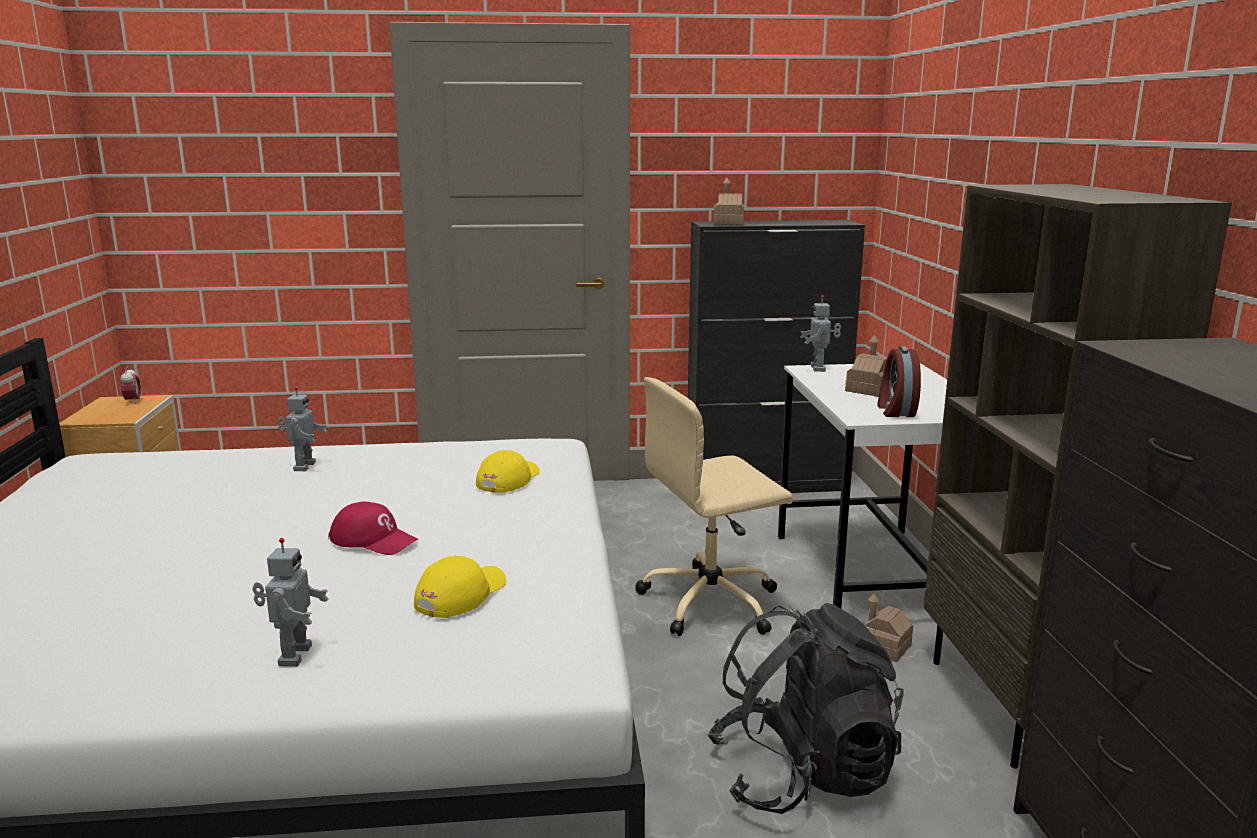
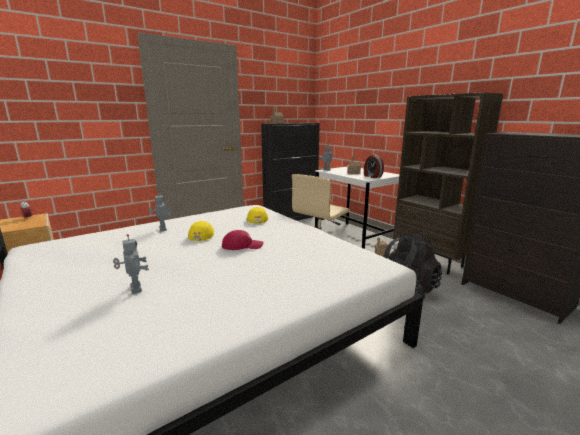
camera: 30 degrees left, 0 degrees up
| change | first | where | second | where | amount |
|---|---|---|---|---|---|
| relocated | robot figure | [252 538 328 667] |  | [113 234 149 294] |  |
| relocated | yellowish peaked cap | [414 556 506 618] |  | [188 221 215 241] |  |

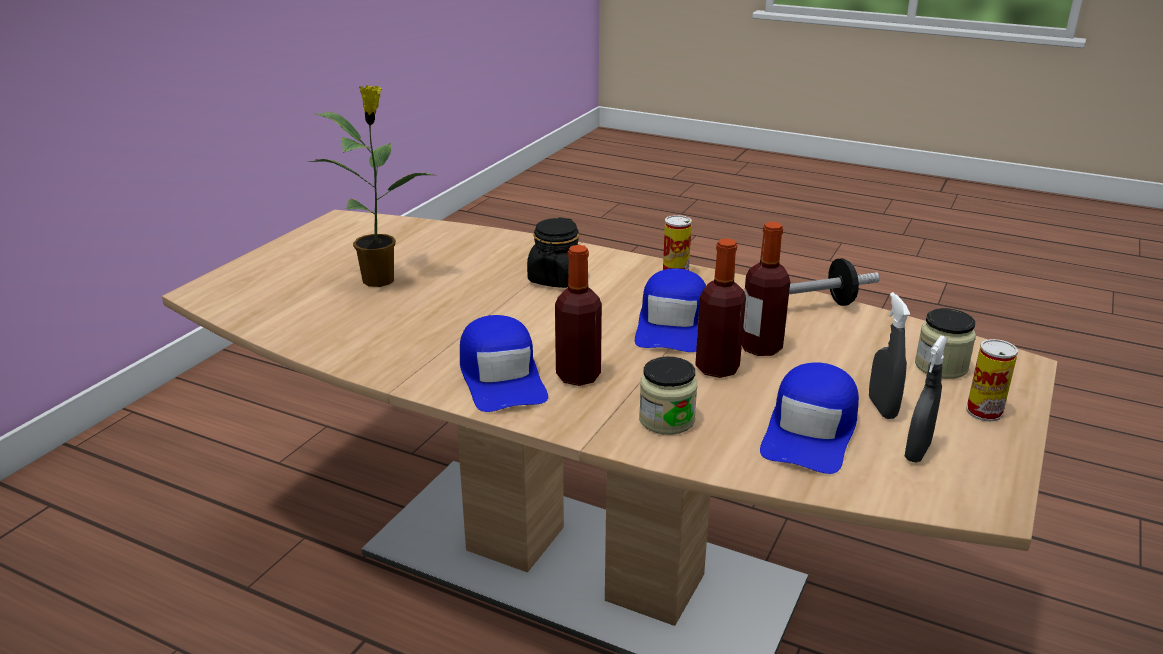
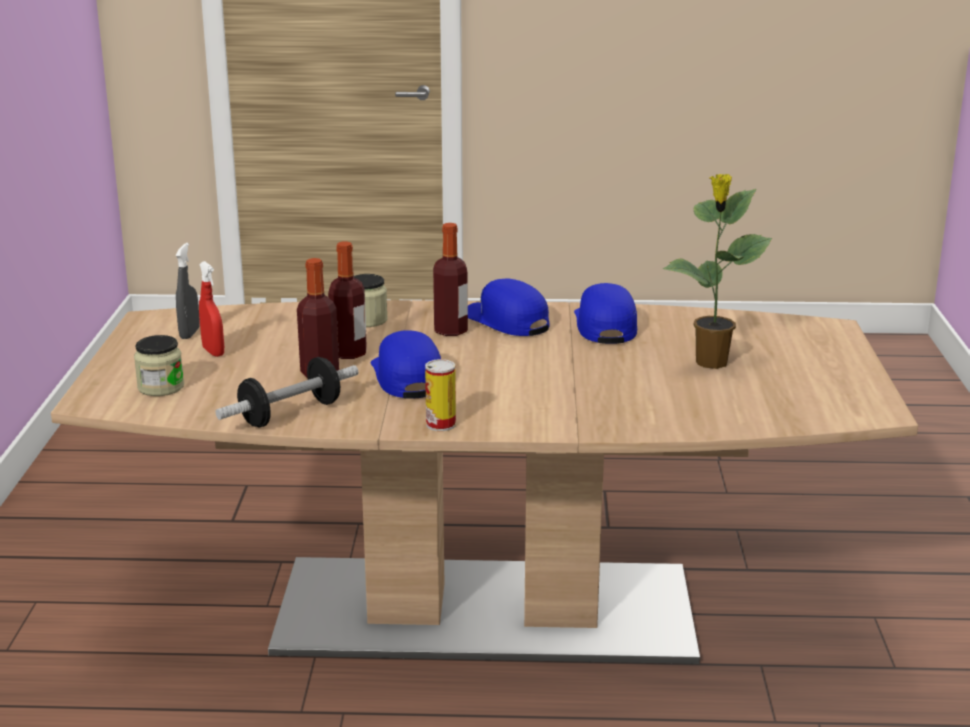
camera: 155 degrees right, 5 degrees down
| change | first | where | second | where | amount |
|---|---|---|---|---|---|
| missing | blackish storage jar | [527 217 579 288] |  |  |  |
| relocated | blue-coloured peaked cap | [760 362 859 474] |  | [574 283 637 344] |  |
| colour | gray hand sprayer | [869 292 910 419] | reddish hand sprayer | [199 261 224 357] |  |
| missing | metal can | [966 339 1018 422] |  |  |  |

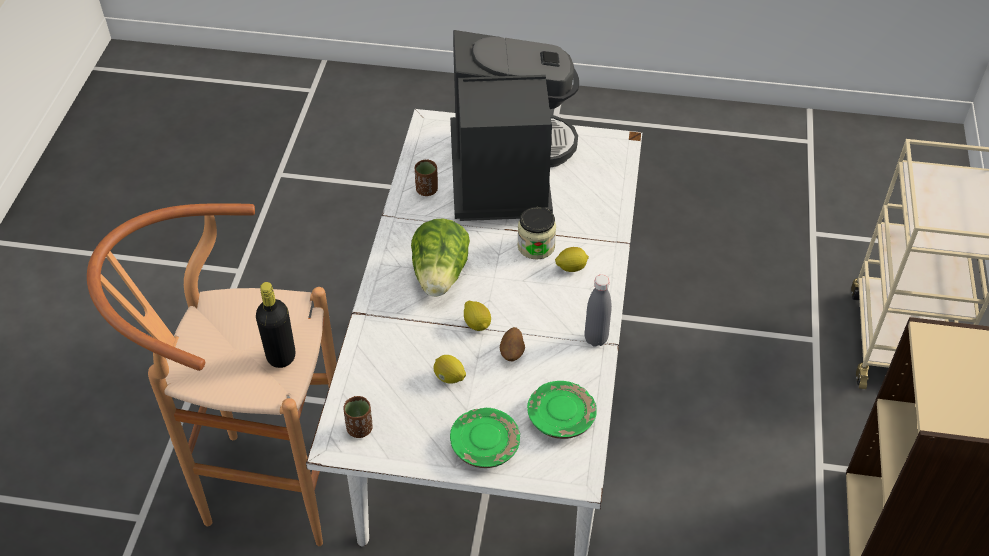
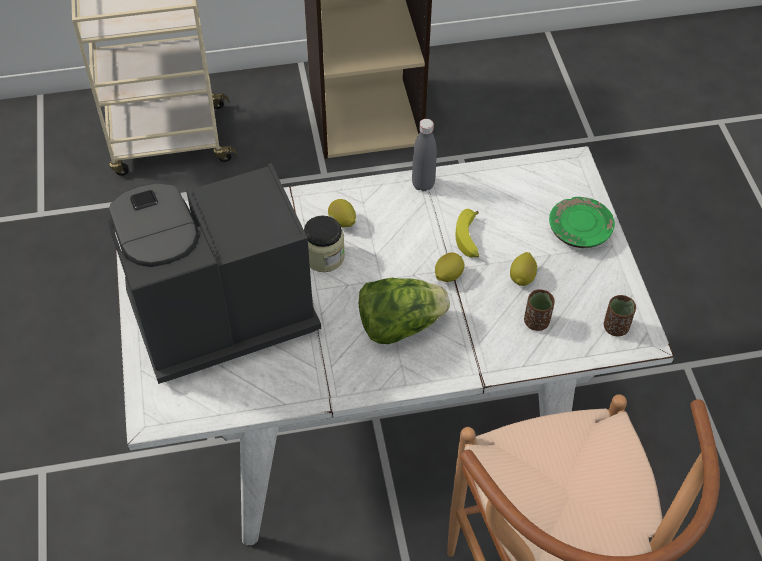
camera: 110 degrees left, 5 degrees up
| change | first | where | second | where | amount |
|---|---|---|---|---|---|
| missing | blackish bottle | [256 282 296 368] |  |  |  |
| relocated | brown small cup | [415 159 438 196] |  | [524 289 555 331] |  |
| exchanged | potato | [500 327 525 361] | banana | [455 209 479 257] |  |
| missing | green-coloured plate | [527 381 597 439] |  |  |  |

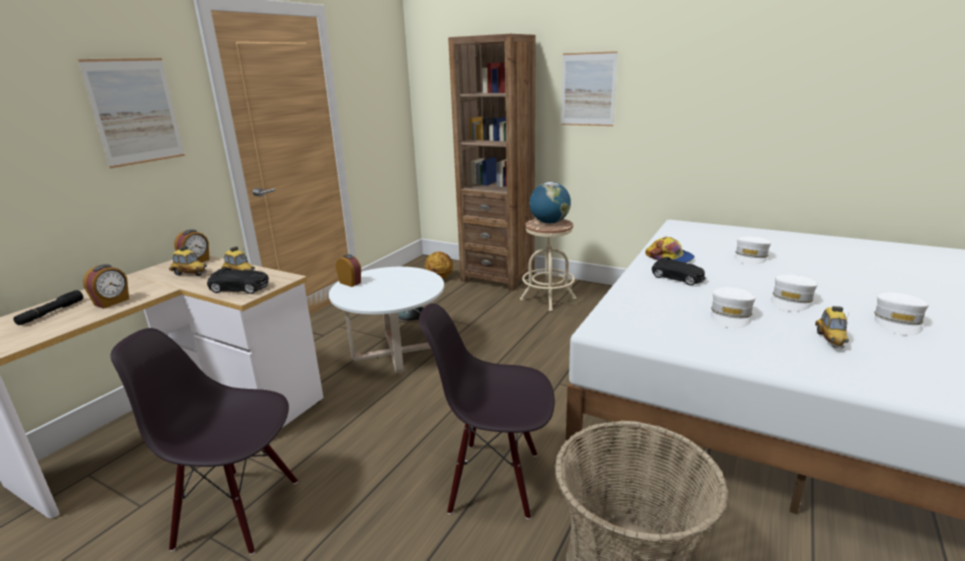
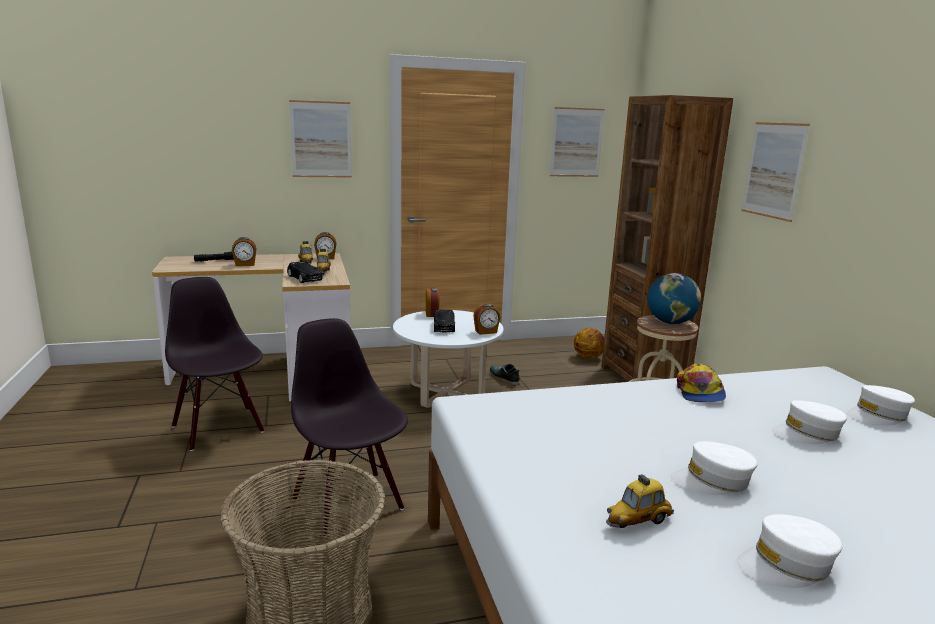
camera: 45 degrees right, 5 degrees down
| change | first | where | second | where | amount |
|---|---|---|---|---|---|
| relocated | blackish model car | [652 257 706 285] |  | [434 309 455 332] |  |
| relocated | whitish peaked cap | [710 287 755 329] |  | [847 385 915 426] |  |
| appeared |  |  | bedside clock | [473 303 500 335] |  |
| appeared |  |  | picture | [550 107 605 177] |  |

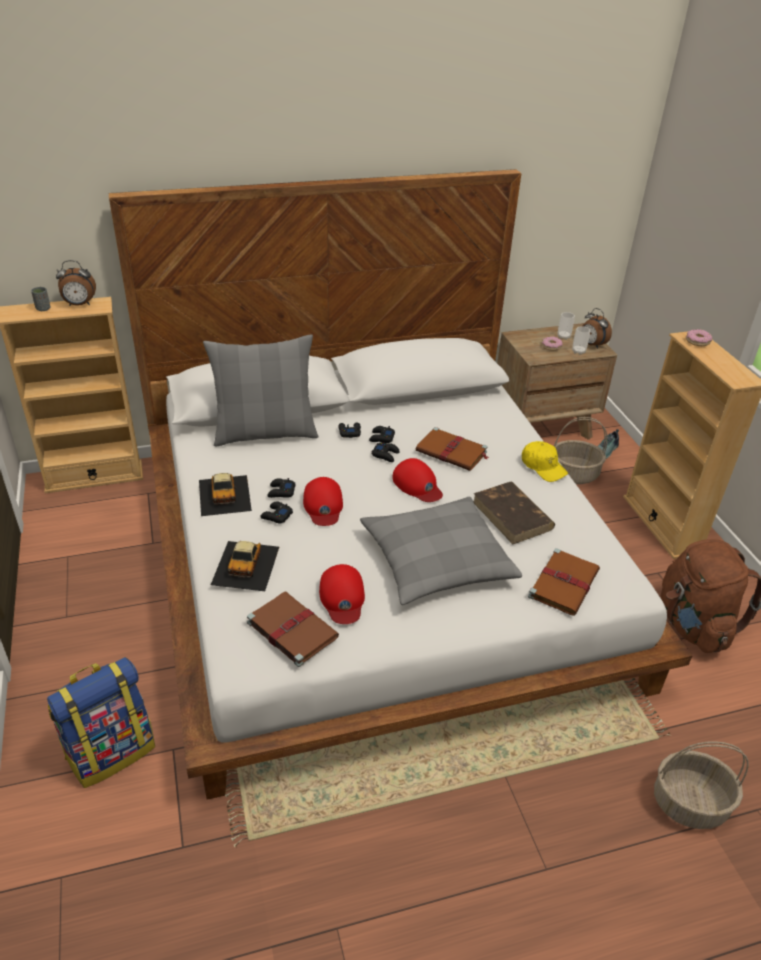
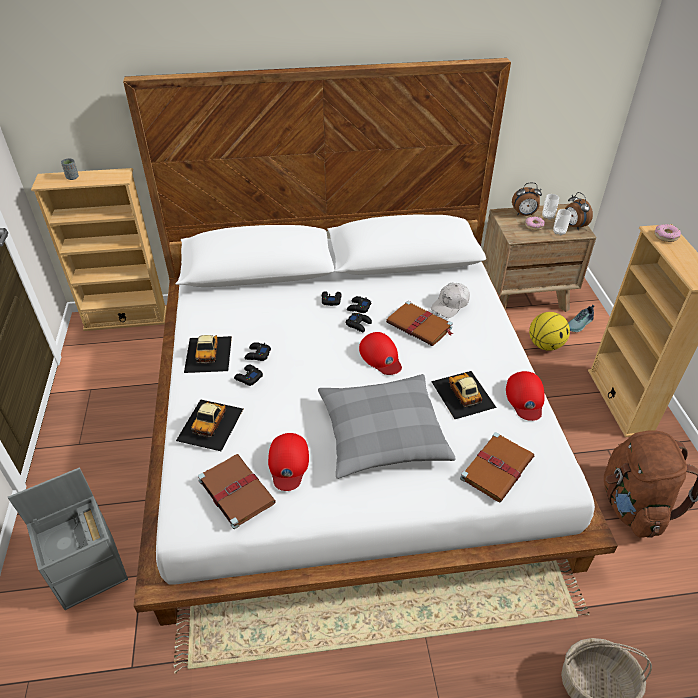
camera: 10 degrees right, 5 degrees up
| change | first | where | second | where | amount |
|---|---|---|---|---|---|
| exchanged | rucksack | [47 657 155 788] | gray storage bin | [8 467 128 610] |  |
| relocated | bedside clock | [56 260 96 306] |  | [512 182 542 216] |  |
| missing | gray cushion | [203 334 318 446] |  |  |  |
| relocated | reddish peaked cap | [303 477 343 526] |  | [506 371 545 421] |  |
| exchanged | brown book | [473 482 555 544] | model car | [431 371 497 419] |  |
| missing | yellowish peaked cap | [522 441 568 482] |  |  |  |
| exchanged | basket | [554 417 607 484] | basketball ball | [529 312 570 351] |  |
| appeared |  |  | whitish peaked cap | [431 283 470 318] |  |

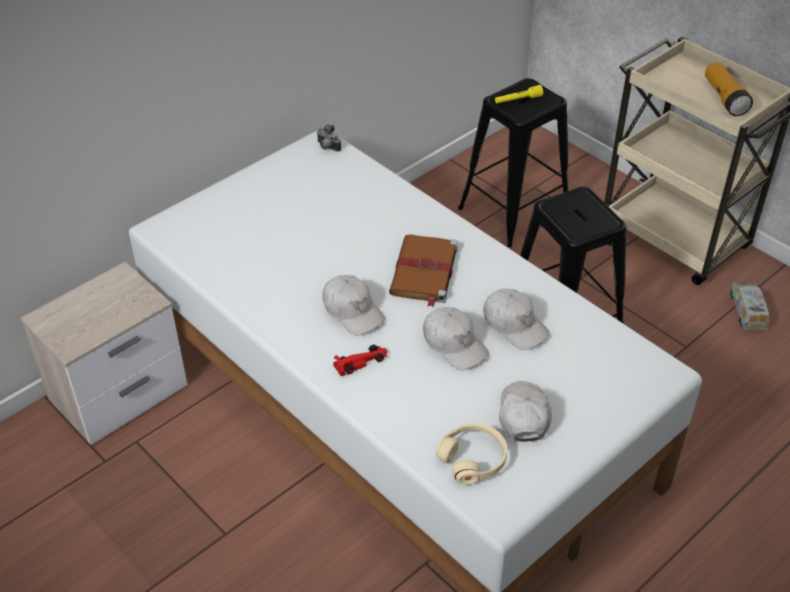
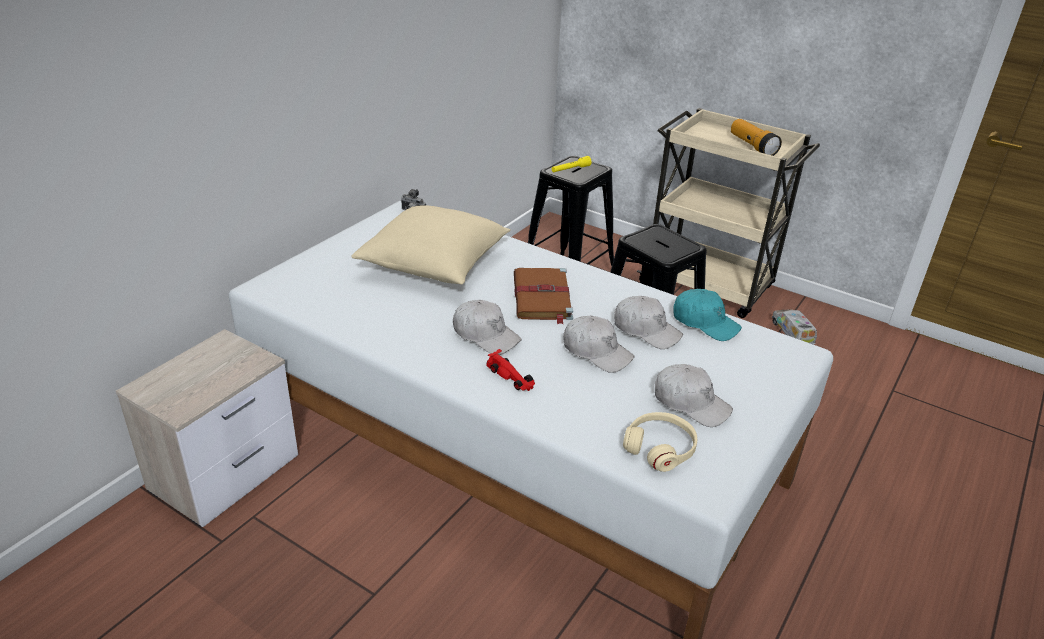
camera: 15 degrees left, 10 degrees down
| change | first | where | second | where | amount |
|---|---|---|---|---|---|
| spun | reddish model car | [333 345 387 376] |  | [486 349 535 391] | 90 degrees clockwise |
| spun | whitish peaked cap | [499 381 552 442] |  | [655 364 733 427] | 135 degrees clockwise |
| appeared |  |  | beige cushion | [351 206 511 285] |  |
| appeared |  |  | turquoise peaked cap | [674 289 742 341] |  |

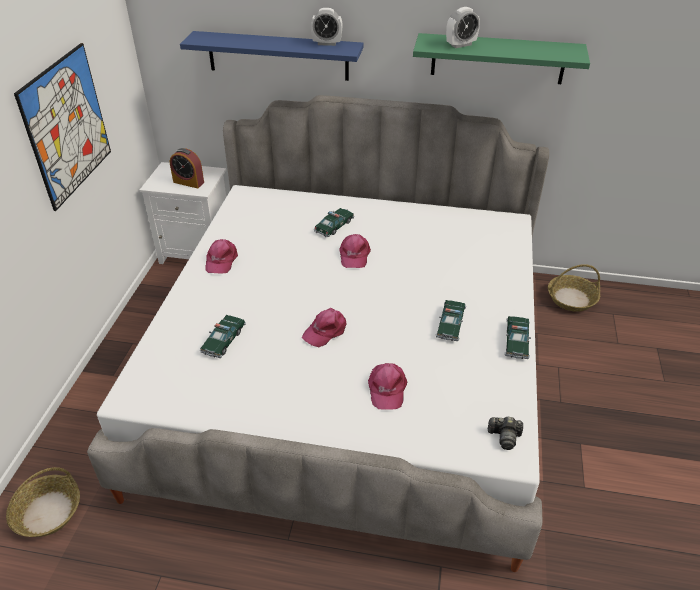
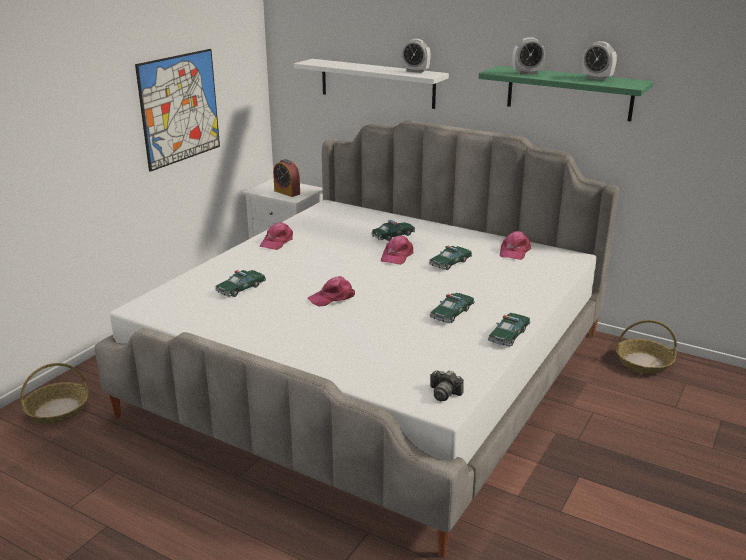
camera: 20 degrees right, 15 degrees down
| change | first | where | second | where | amount |
|---|---|---|---|---|---|
| colour | blue-coloured wall shelf | [180 31 364 81] | whitish wall shelf | [294 59 449 109] |  |
| relocated | pink-coloured peaked cap | [368 363 407 410] |  | [500 231 531 260] |  |
| appeared |  |  | model car | [429 246 472 270] |  |
| appeared |  |  | bedside clock | [582 41 617 80] |  |

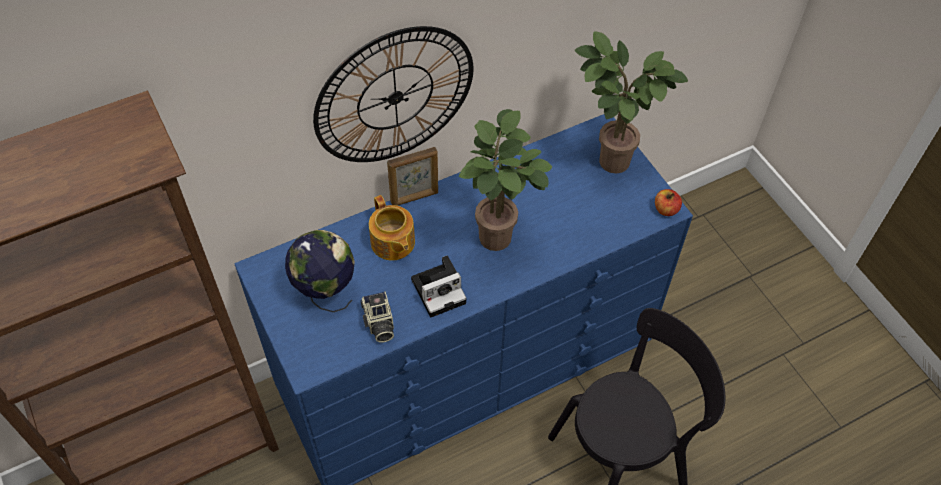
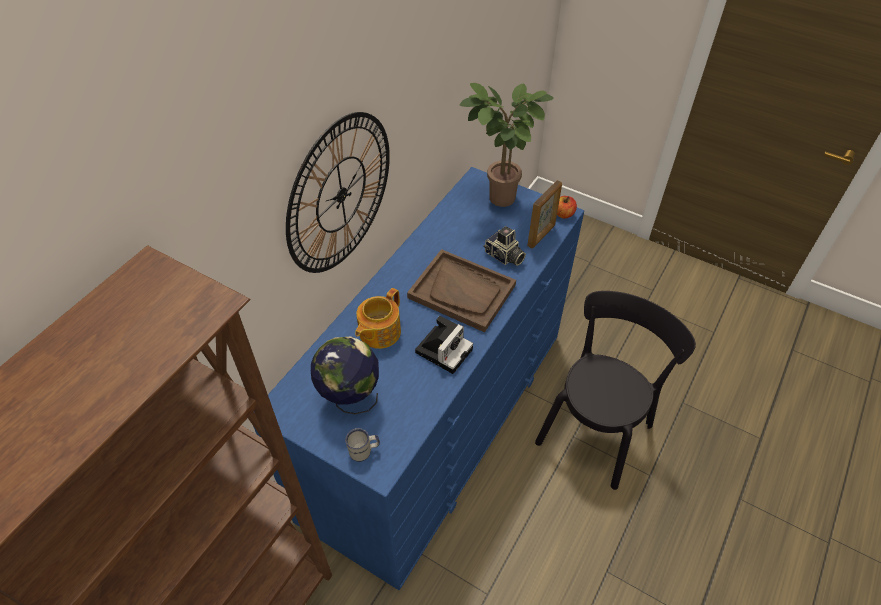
camera: 30 degrees left, 5 degrees down
| change | first | where | second | where | amount |
|---|---|---|---|---|---|
| relocated | still camera | [361 291 394 342] |  | [483 226 526 266] |  |
| spun | teapot | [369 195 415 261] |  | [355 288 401 349] | 90 degrees clockwise |
| relocated | photo frame | [387 147 438 206] |  | [527 180 562 248] |  |
| exchanged | plant in a pot | [459 109 552 251] | brown serving tray | [407 249 516 332] |  |
| appeared |  |  | whitish mug | [345 428 380 462] |  |

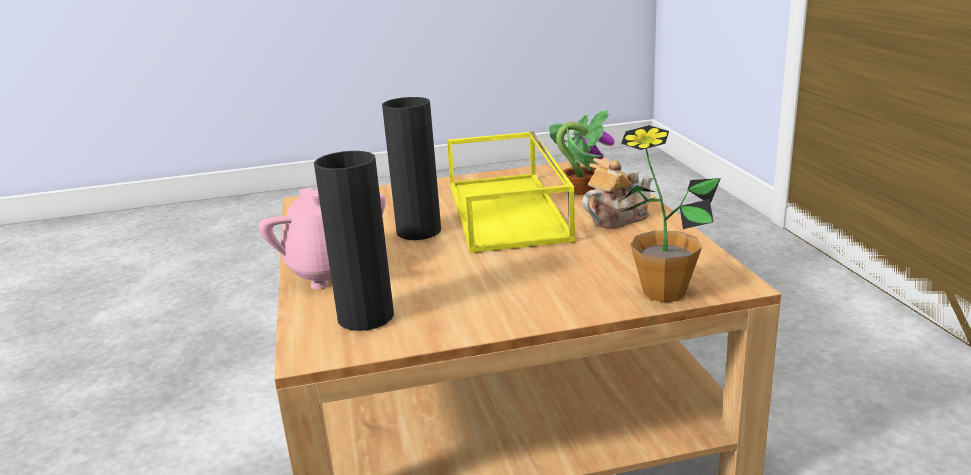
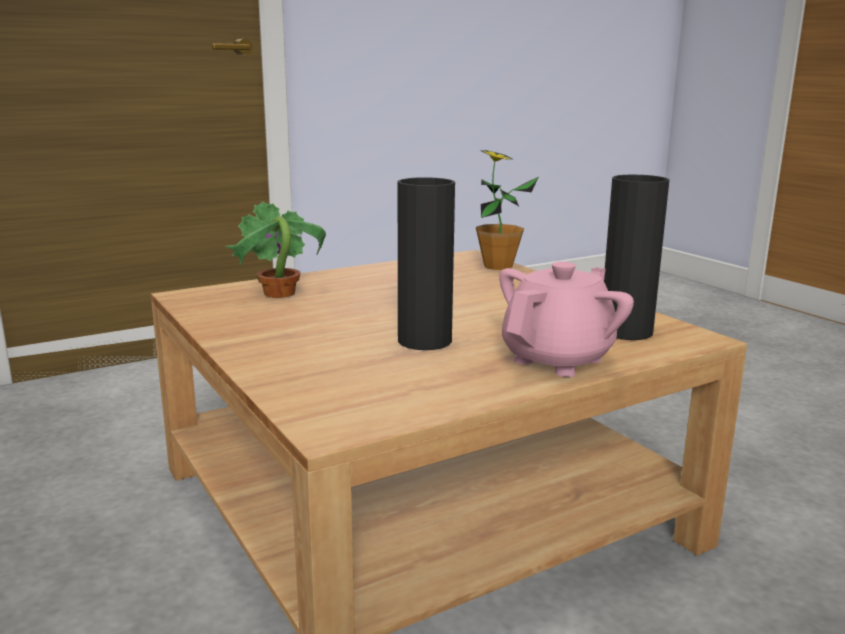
camera: 110 degrees left, 5 degrees down
| change | first | where | second | where | amount |
|---|---|---|---|---|---|
| missing | yellowish serving tray | [447 131 575 253] |  |  |  |
| missing | teapot | [582 160 653 229] |  |  |  |

